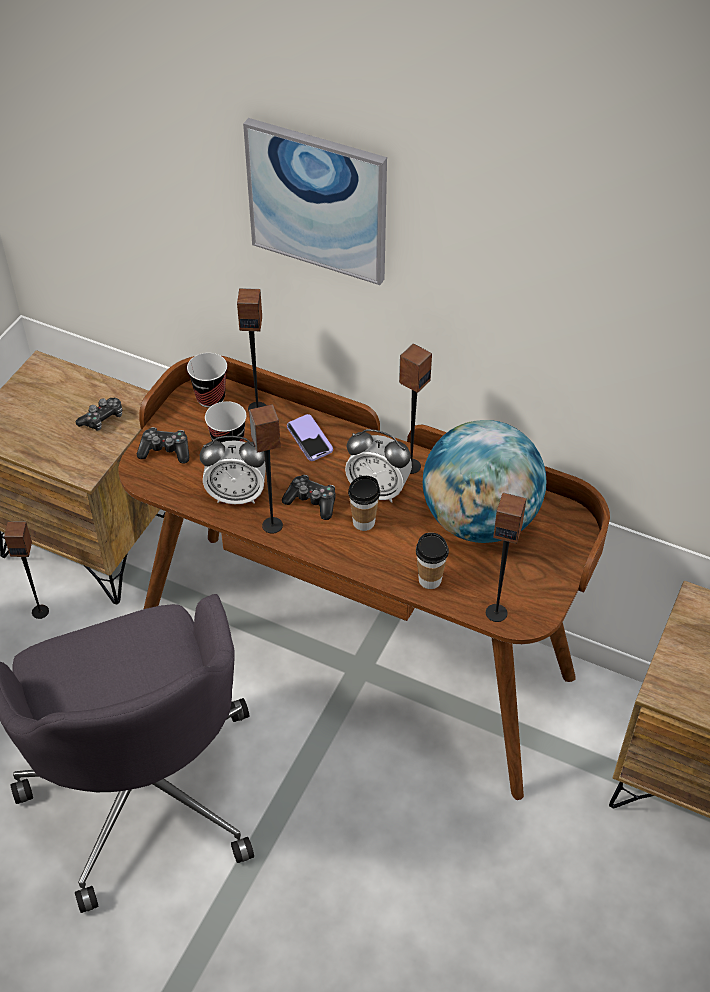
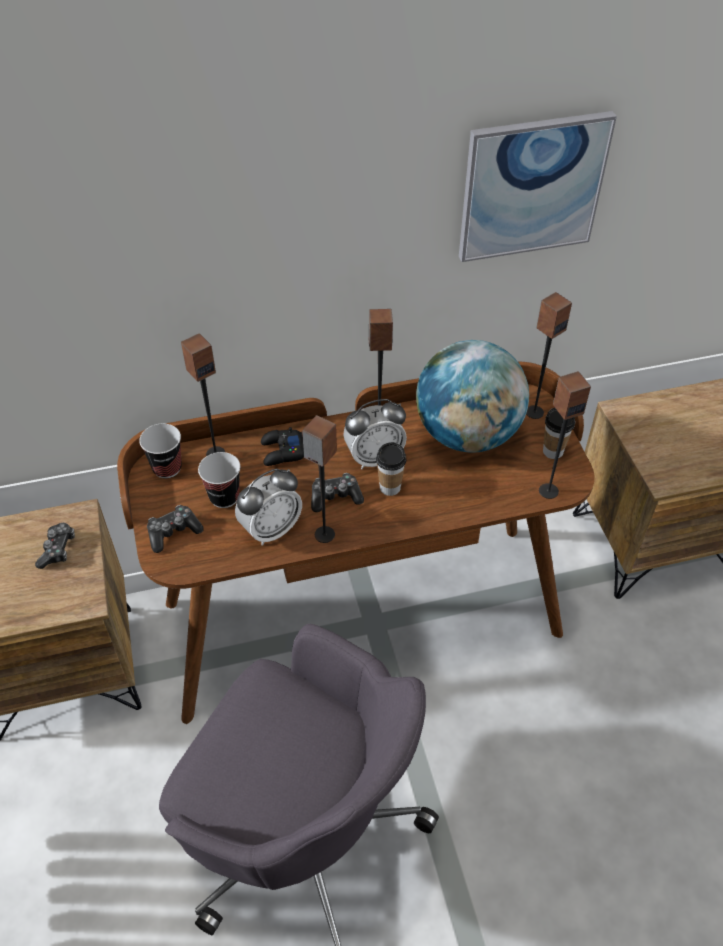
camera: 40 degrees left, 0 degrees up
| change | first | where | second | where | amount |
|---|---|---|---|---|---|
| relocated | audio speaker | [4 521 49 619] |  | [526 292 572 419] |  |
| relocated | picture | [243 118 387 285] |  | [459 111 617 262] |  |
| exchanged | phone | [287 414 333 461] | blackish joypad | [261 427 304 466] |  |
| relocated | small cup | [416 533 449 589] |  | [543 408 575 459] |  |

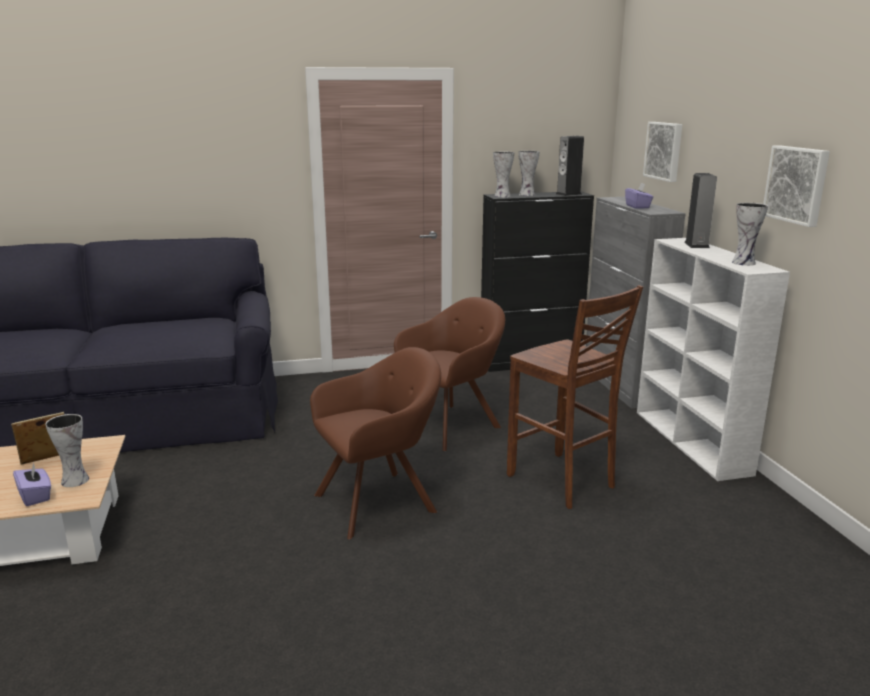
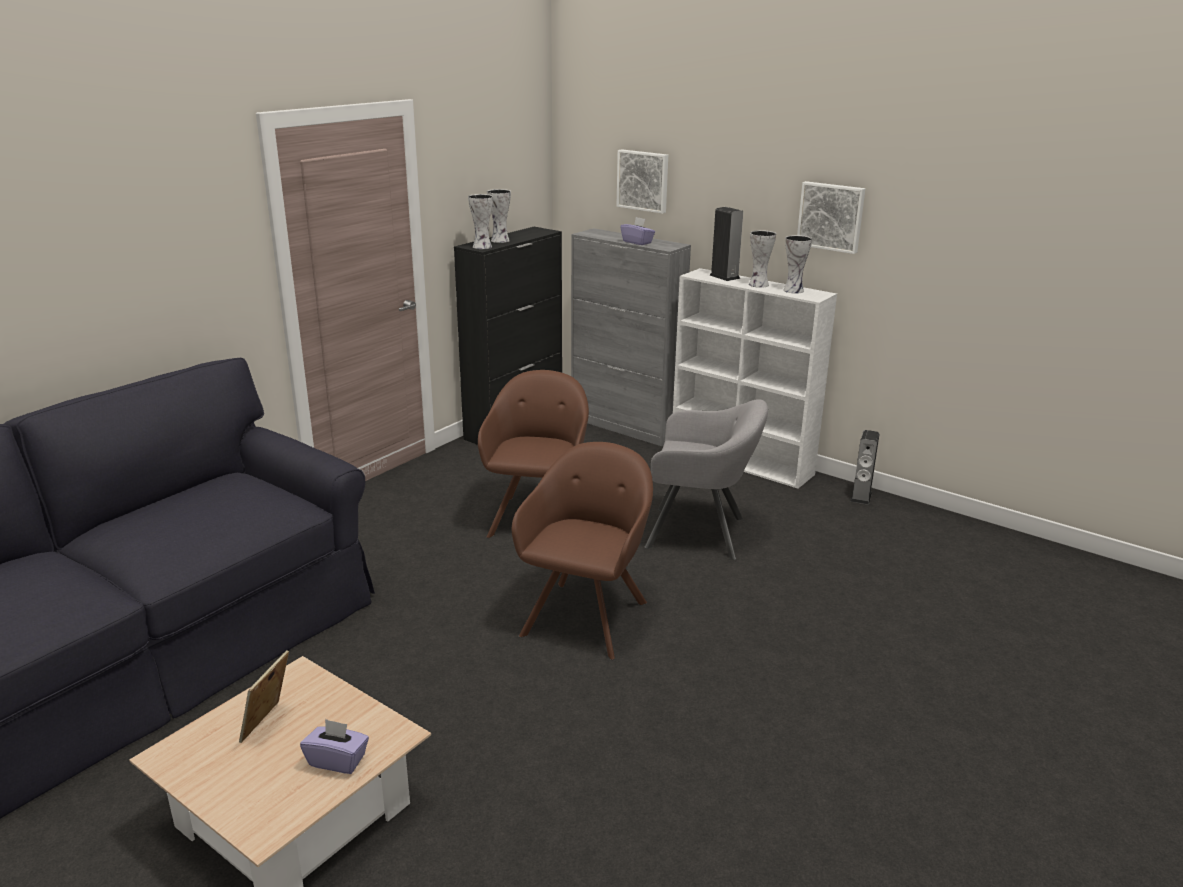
camera: 40 degrees left, 5 degrees up
| change | first | where | second | where | amount |
|---|---|---|---|---|---|
| relocated | flower vase | [45 414 89 487] |  | [749 230 776 288] |  |
| exchanged | brown sitting stool | [507 285 643 509] | gray lounge chair | [644 399 768 560] |  |
| relocated | audio speaker | [556 136 584 196] |  | [850 430 879 505] |  |

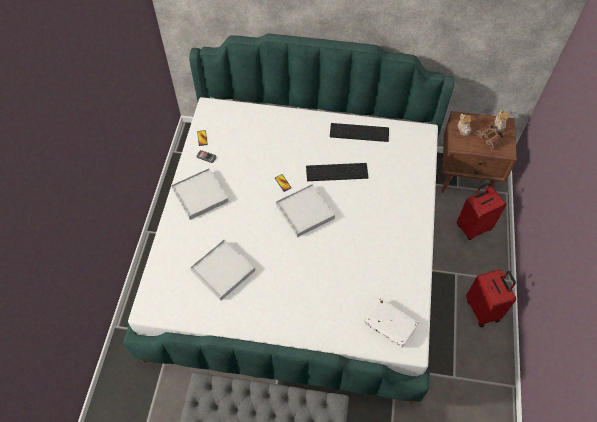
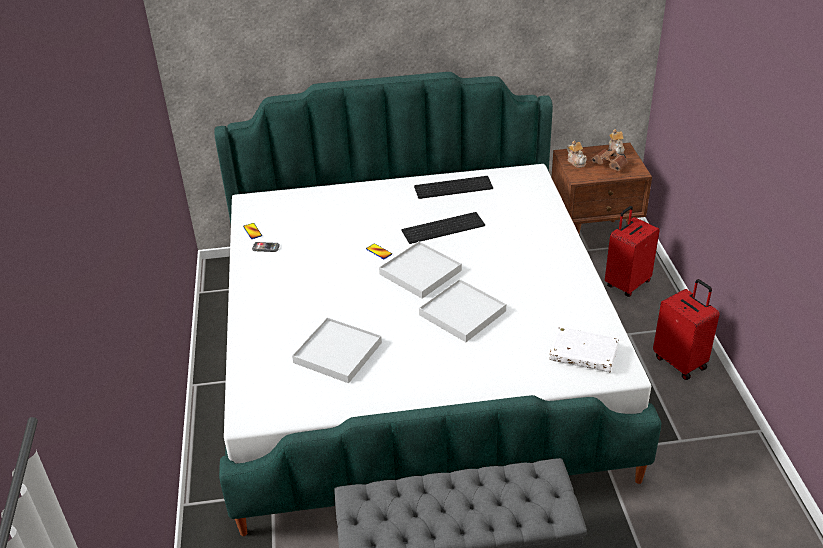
camera: 15 degrees left, 20 degrees down
| change | first | where | second | where | amount |
|---|---|---|---|---|---|
| relocated | whitish serving tray | [171 168 229 220] |  | [419 279 506 342] |  |

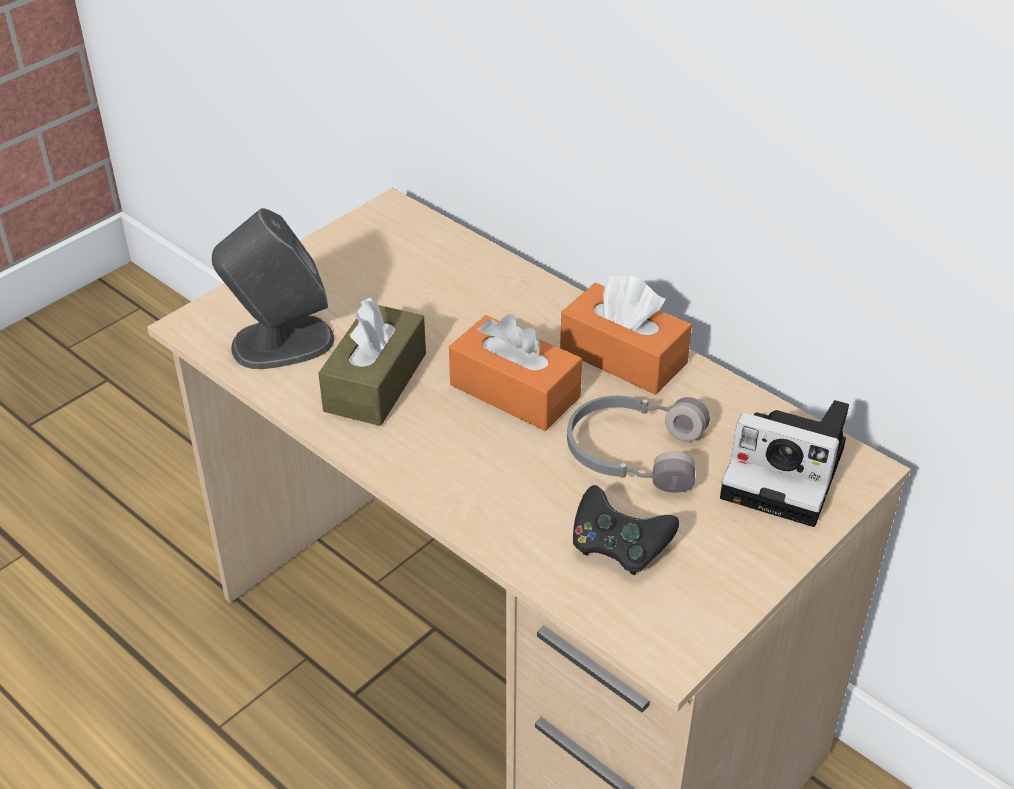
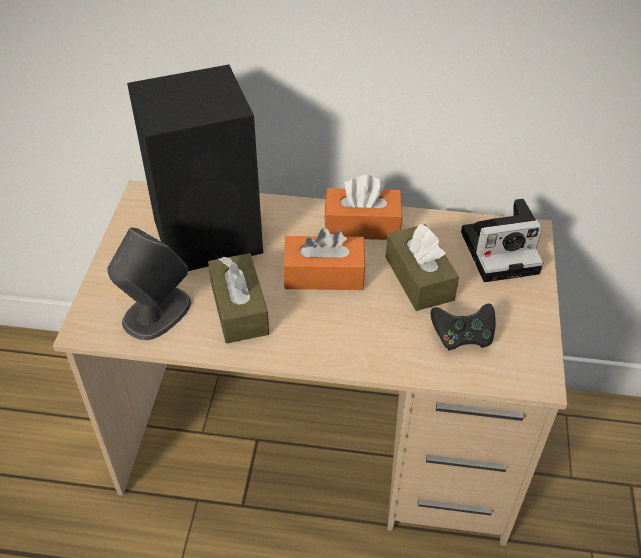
camera: 35 degrees left, 5 degrees up
| change | first | where | second | where | amount |
|---|---|---|---|---|---|
| exchanged | gray pair of headphones | [567 396 710 492] | brown tissue holder | [386 223 459 311] |  |
| appeared |  |  | blackish audio speaker | [127 64 263 271] |  |

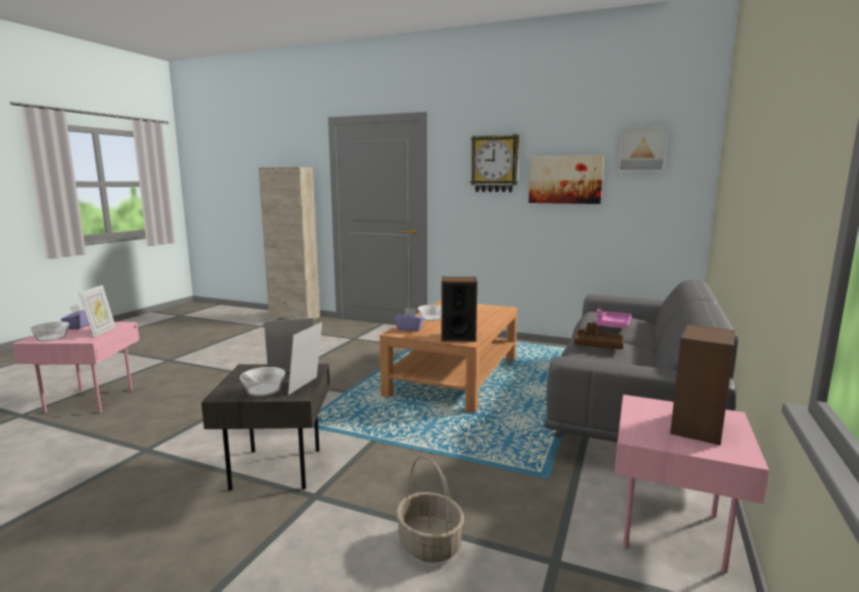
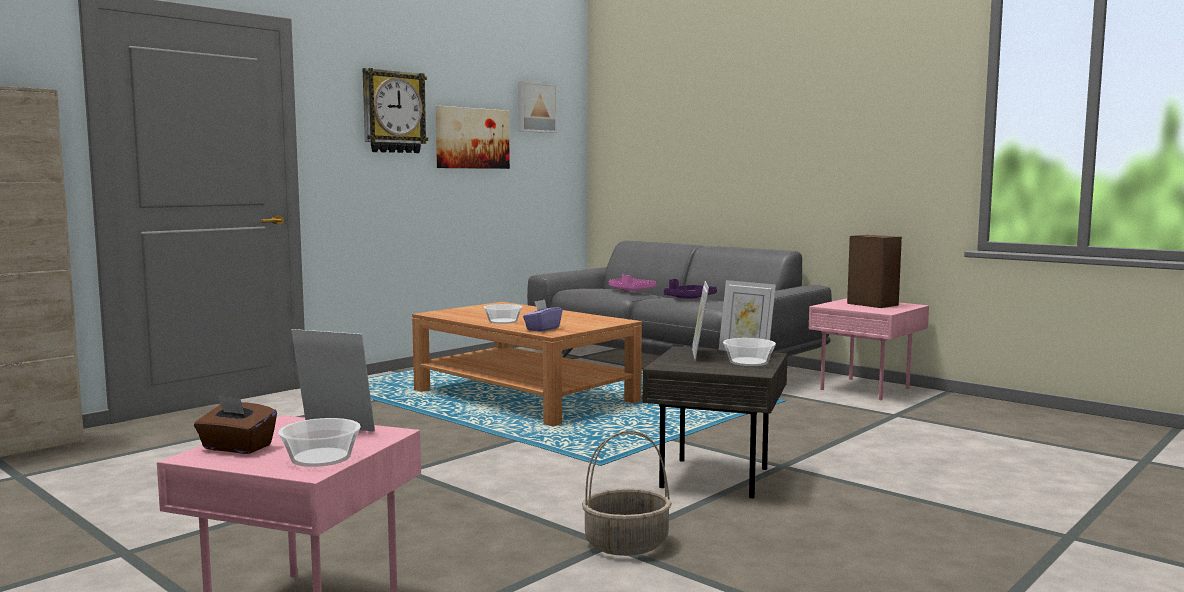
camera: 70 degrees left, 5 degrees down
| change | first | where | second | where | amount |
|---|---|---|---|---|---|
| colour | purple tissue holder | [61 304 89 329] | brown tissue holder | [194 395 277 454] |  |
| relocated | basket | [396 456 464 563] |  | [582 430 672 556] |  |
| missing | audio speaker | [441 277 477 342] |  |  |  |
| colour | brown serving tray | [574 323 624 350] | purple serving tray | [664 279 717 299] |  |

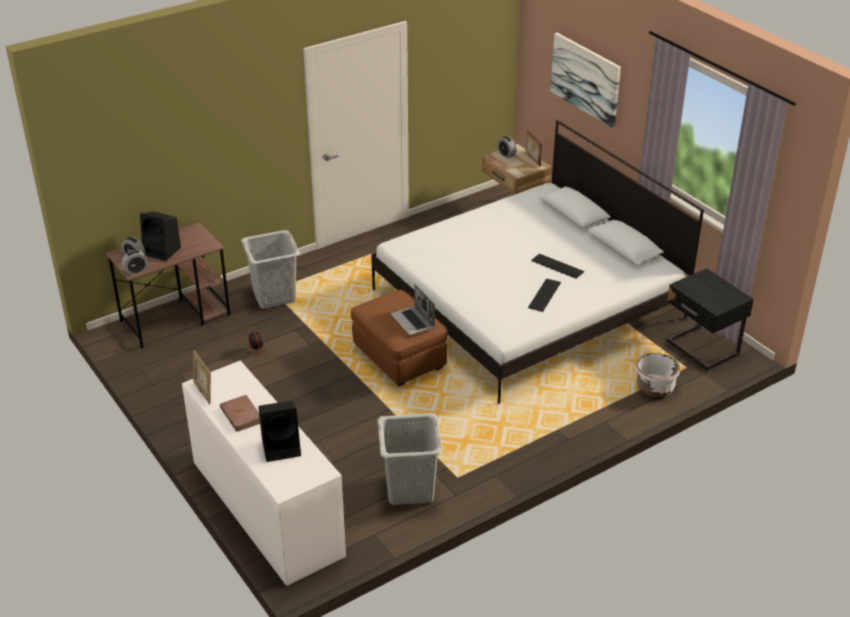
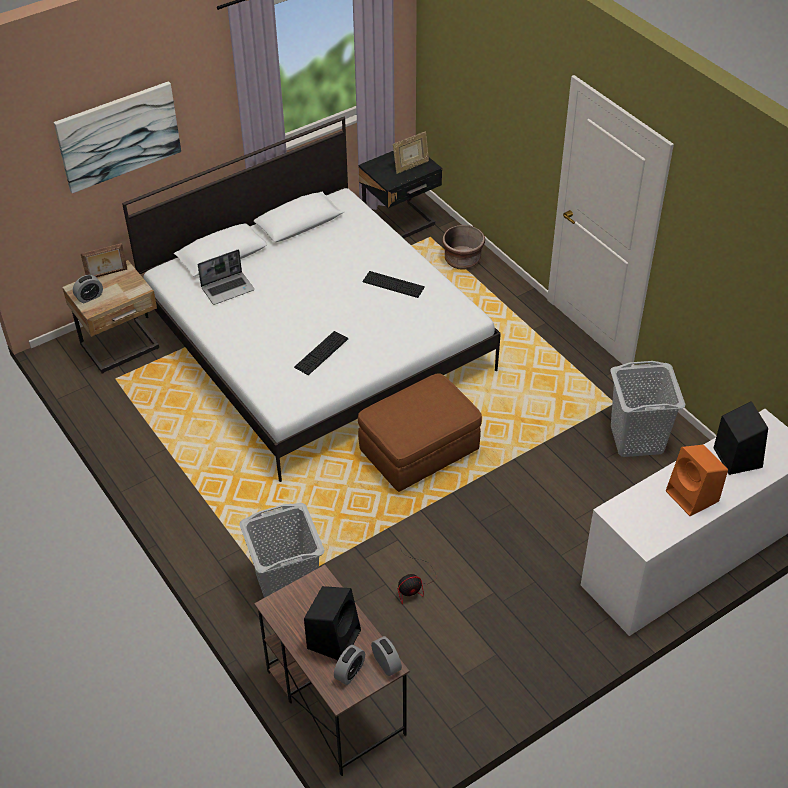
camera: 90 degrees left, 10 degrees up
| change | first | where | second | where | amount |
|---|---|---|---|---|---|
| relocated | photo frame | [193 351 211 405] |  | [393 131 429 174] |  |
| exchanged | brown book | [220 395 260 432] | orange audio speaker | [666 445 728 516] |  |
| relocated | portable computer | [391 284 435 335] |  | [198 249 255 305] |  |
| relocated | keyboard | [531 254 584 279] |  | [294 331 348 375] |  |
| colour | whitish plant pot | [635 353 680 397] | brown plant pot | [442 225 485 270] |  |

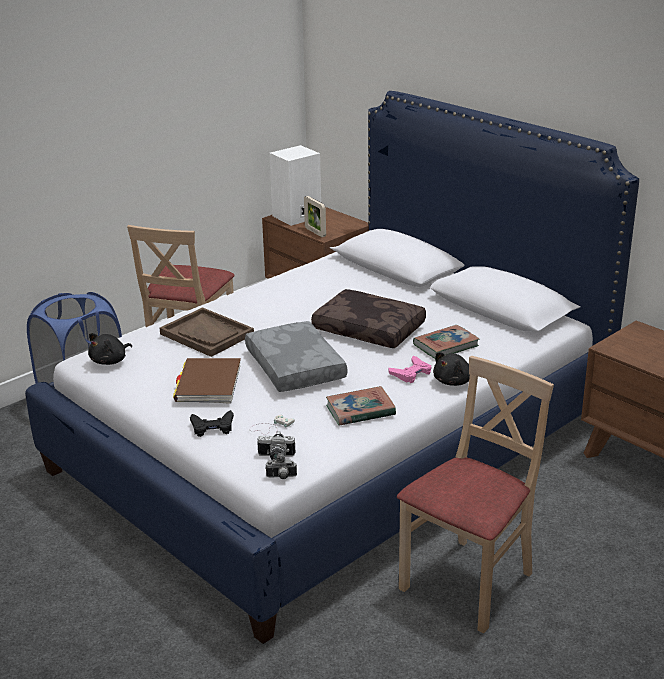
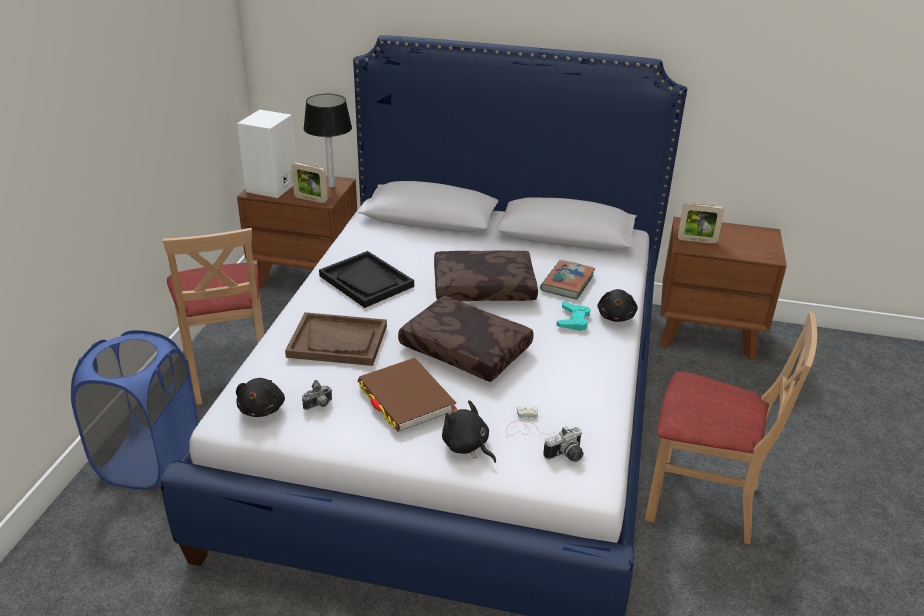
camera: 35 degrees left, 5 degrees up
| change | first | where | second | where | amount |
|---|---|---|---|---|---|
| exchanged | blackish joypad | [190 410 234 437] | blackish plush toy | [442 400 496 463] |  |
| colour | gray cushion | [245 321 347 392] | brown cushion | [398 296 534 382] |  |
| relocated | still camera | [265 452 297 479] |  | [302 380 332 410] |  |
| missing | book | [326 386 396 426] |  |  |  |
| colour | pink-coloured joypad | [388 355 431 383] | turquoise joypad | [557 302 591 331] |  |
| spun | beige plain chair | [397 356 554 633] |  | [645 312 817 544] | 105 degrees clockwise |
| appeared |  |  | table lamp | [303 94 352 188] |  |
| appeared |  |  | blackish serving tray | [319 251 414 308] |  |
| appeared |  |  | photo frame | [678 203 724 244] |  |

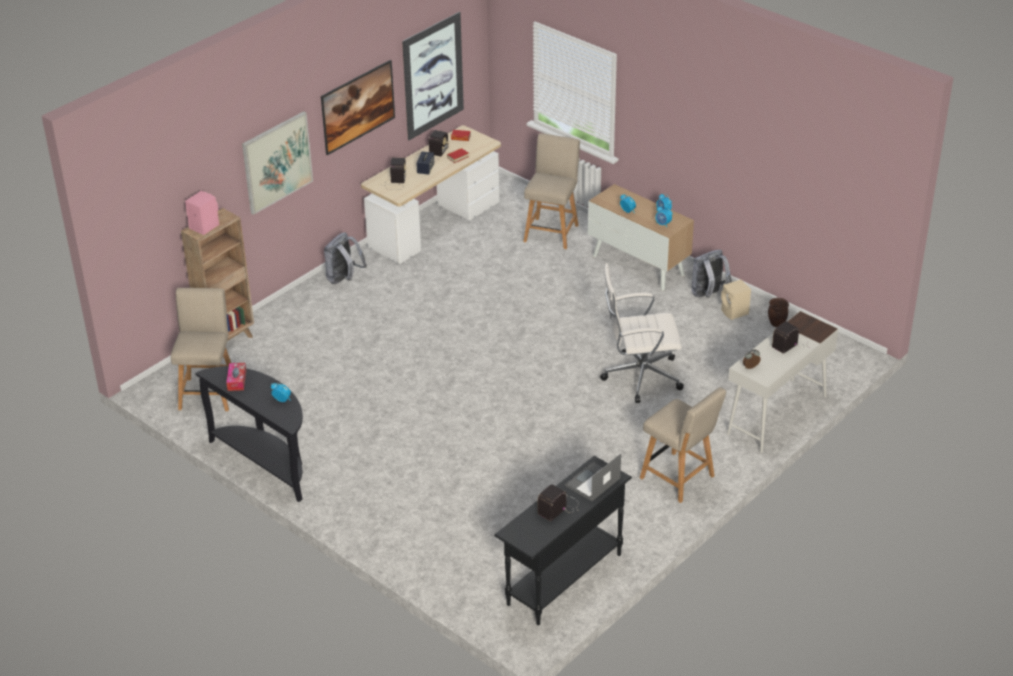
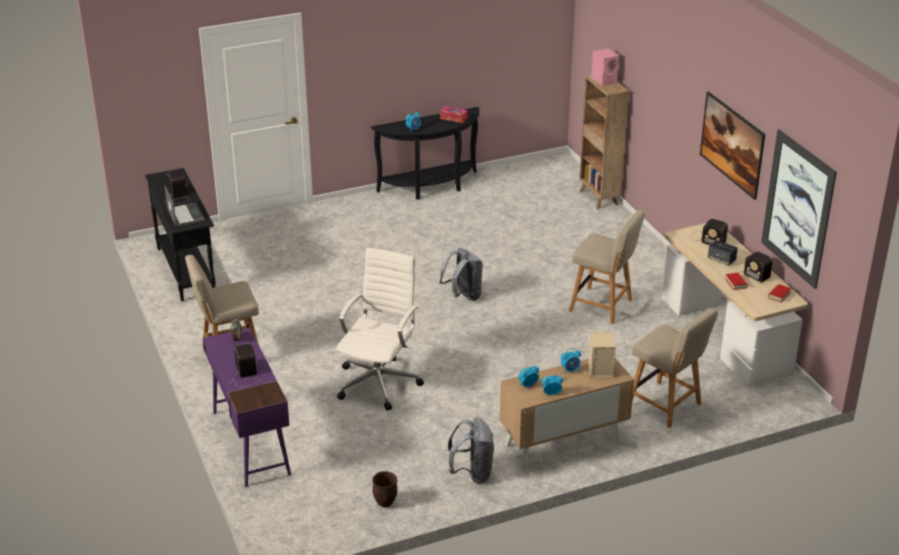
camera: 115 degrees right, 5 degrees down
| change | first | where | second | where | amount |
|---|---|---|---|---|---|
| relocated | beige plain chair | [171 288 231 411] |  | [569 210 645 324] |  |
| missing | picture | [242 111 313 215] |  |  |  |
| relocated | gray rucksack | [324 232 367 284] |  | [439 247 483 301] |  |
| relocated | beige audio speaker | [721 280 751 320] |  | [588 332 616 377] |  |
| colour | whitish desk | [727 311 838 453] | purple desk | [203 327 291 487] |  |

